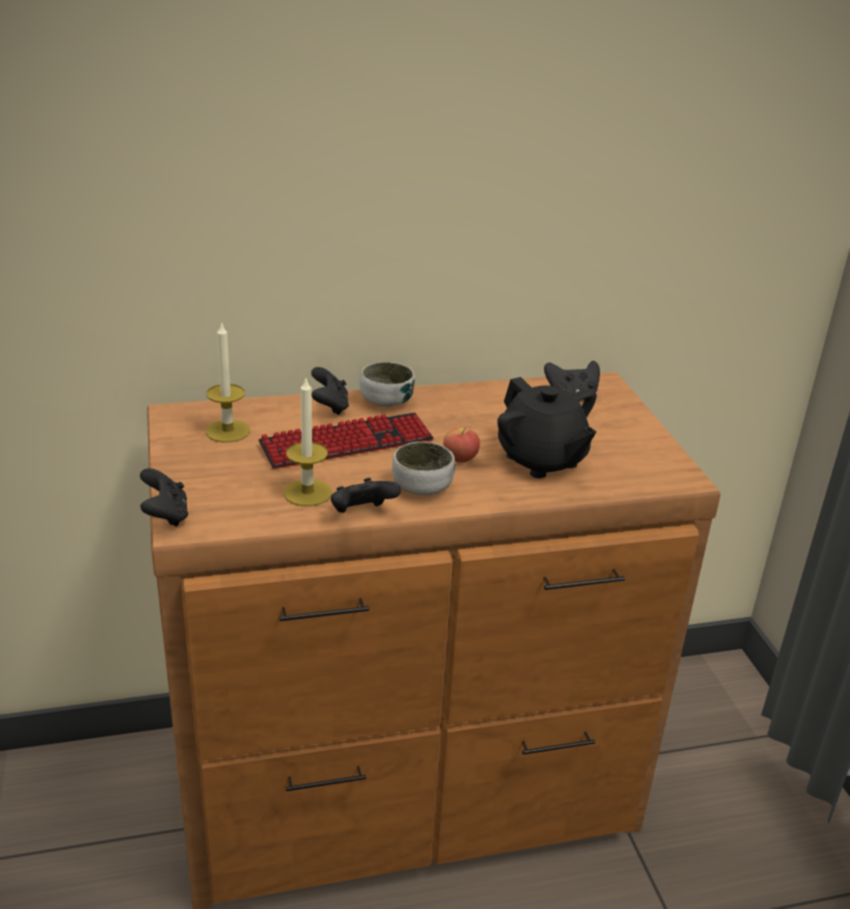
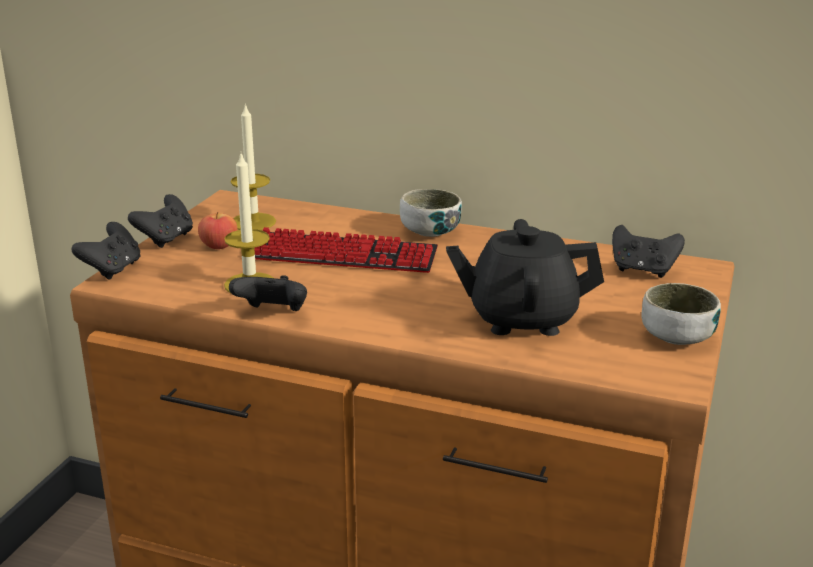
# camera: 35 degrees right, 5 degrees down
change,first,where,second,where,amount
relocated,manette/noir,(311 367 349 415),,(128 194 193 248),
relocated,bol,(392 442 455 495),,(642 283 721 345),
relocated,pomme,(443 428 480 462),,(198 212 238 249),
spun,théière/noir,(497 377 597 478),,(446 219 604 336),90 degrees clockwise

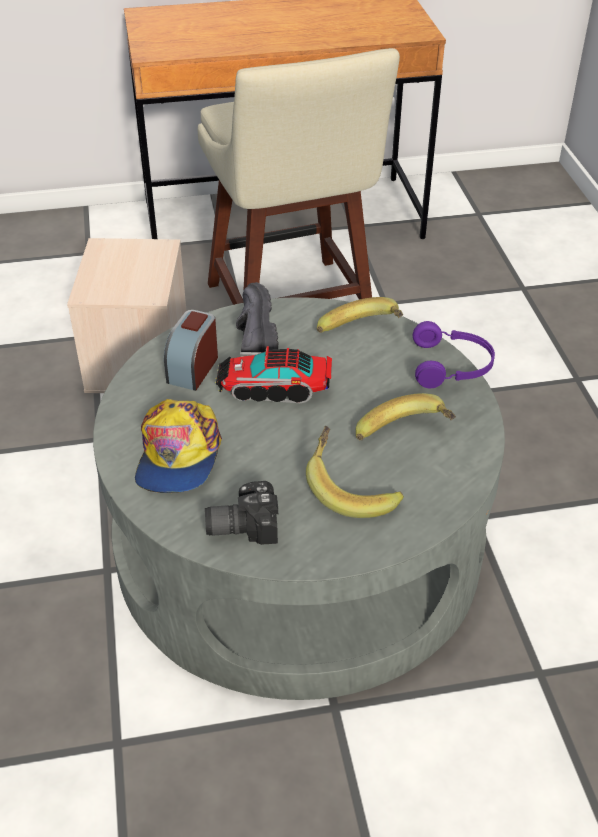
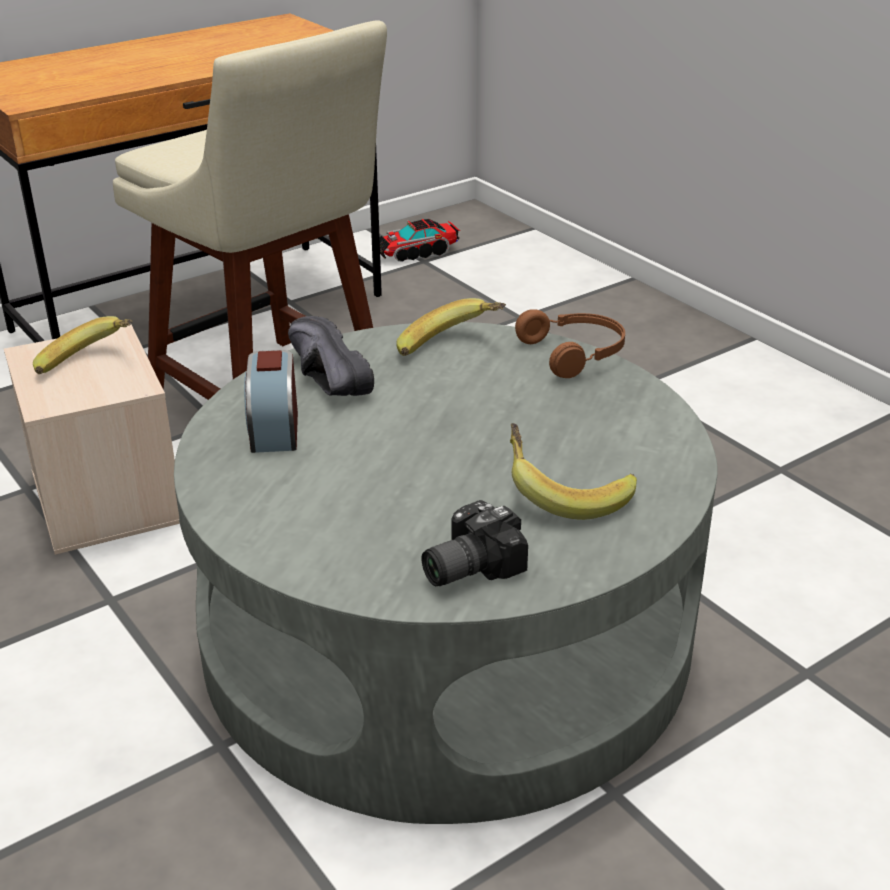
# camera: 25 degrees left, 10 degrees down
change,first,where,second,where,amount
missing,casquette,(135 399 222 493),,,
relocated,camion jouet,(215 346 332 403),,(380 219 460 262),
relocated,banane,(356 393 456 440),,(33 316 133 374),
colour,casque audio/violet,(413 321 495 388),casque audio/marron,(515 309 625 378),

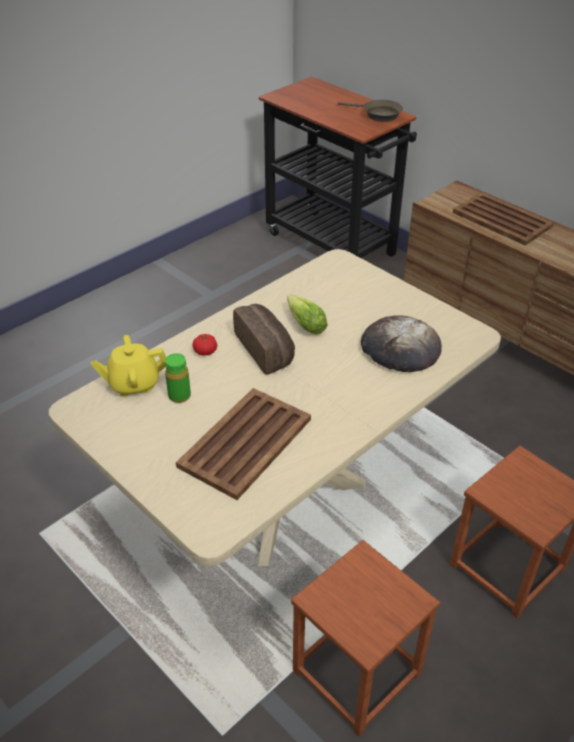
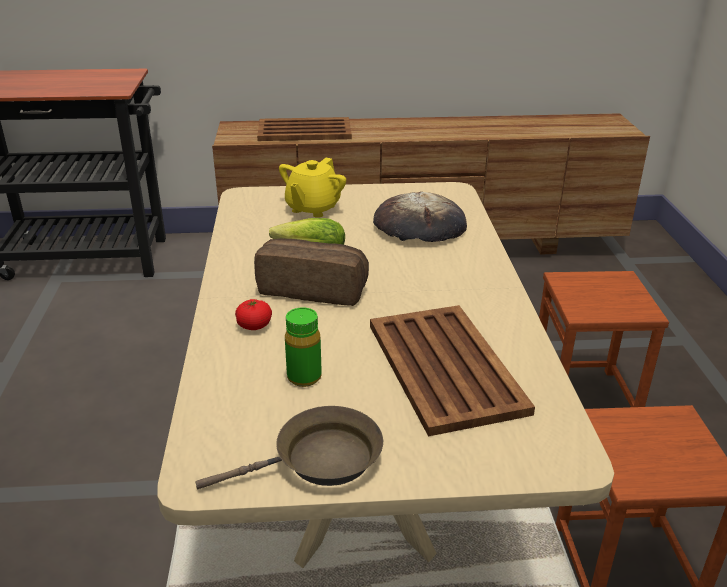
# camera: 50 degrees left, 10 degrees down
change,first,where,second,where,amount
relocated,théière/jaune,(91 335 166 397),,(279 158 346 218),
relocated,poêle/marron,(338 100 403 122),,(195 406 383 489),

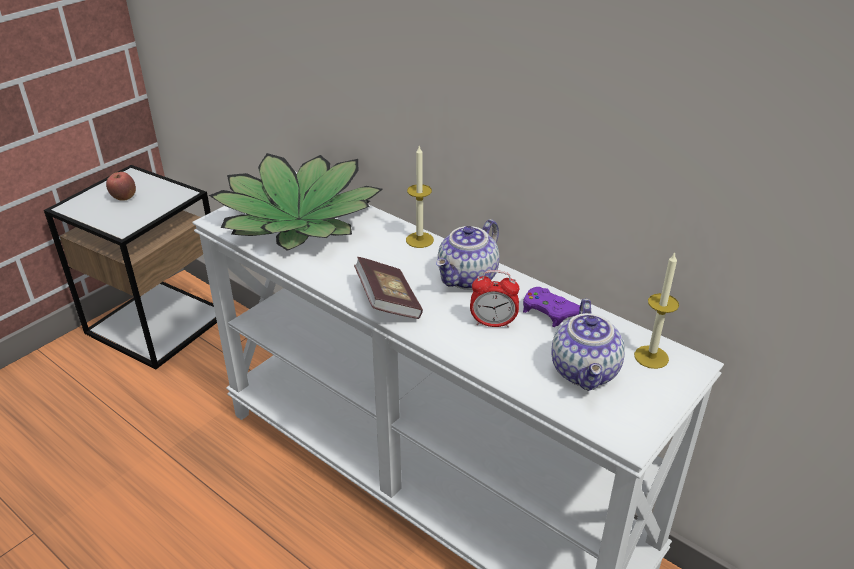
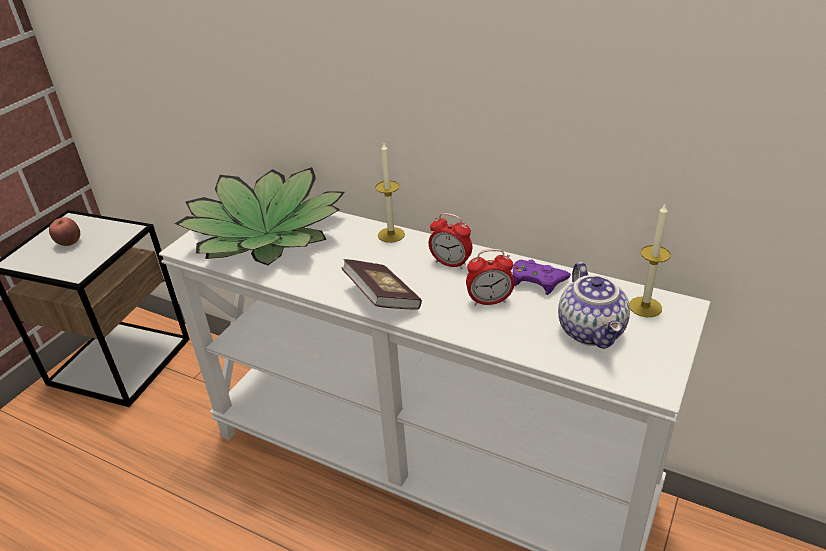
# camera: 10 degrees left, 0 degrees up
change,first,where,second,where,amount
exchanged,théière,(436 219 499 290),réveil,(429 213 472 269),

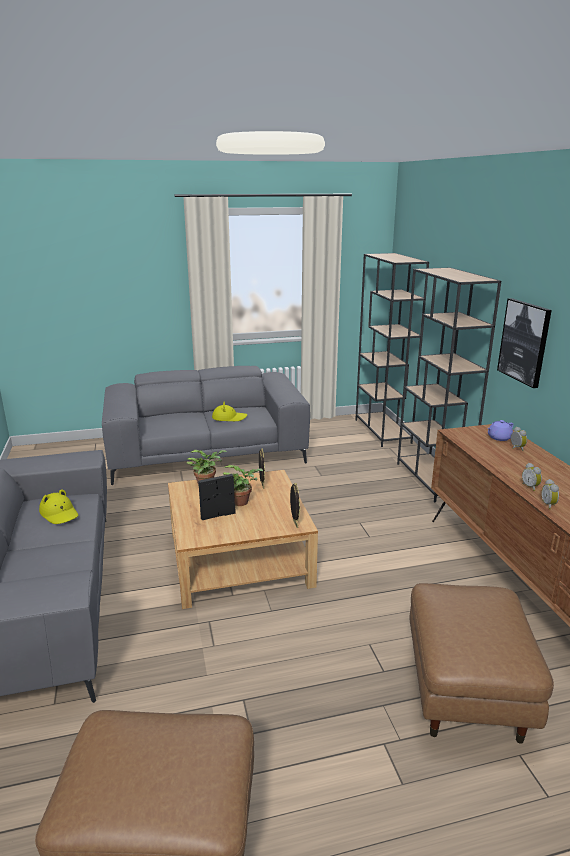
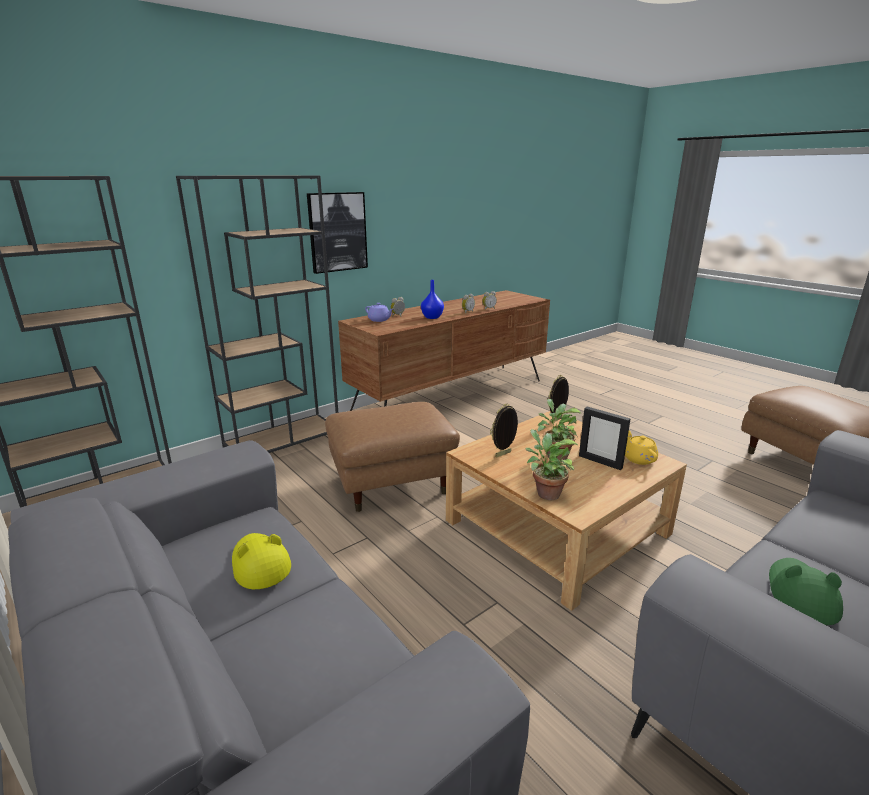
# camera: 115 degrees left, 0 degrees up
change,first,where,second,where,amount
appeared,,,vase/bleu,(421 280 444 319),
appeared,,,théière/jaune,(625 430 658 465),
relocated,pouf/marron,(410 583 554 744),,(325 402 460 512),
colour,chapeau/jaune,(39 489 78 524),chapeau/vert,(769 558 843 625),

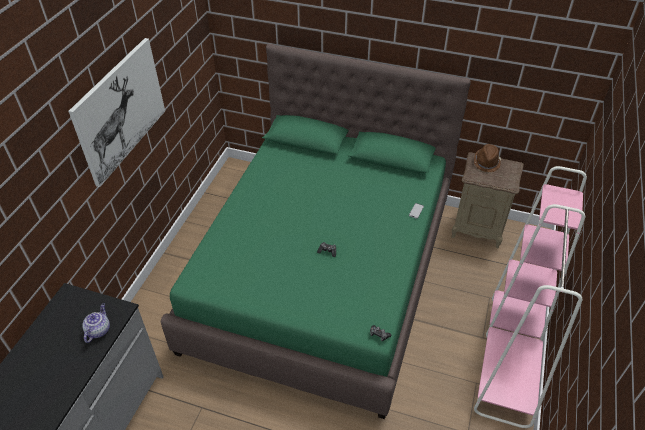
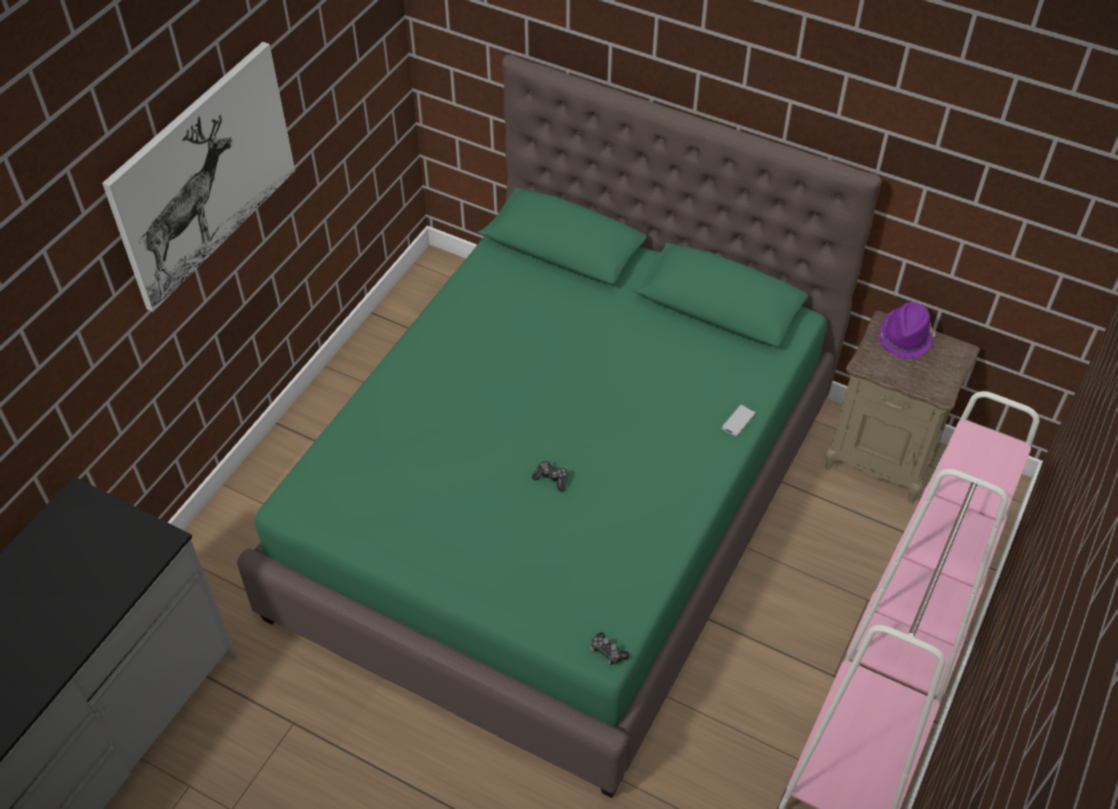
# camera: 10 degrees right, 5 degrees up
change,first,where,second,where,amount
missing,théière,(82 303 110 343),,,
colour,chapeau/marron,(474 144 501 172),chapeau/violet,(879 302 936 359),

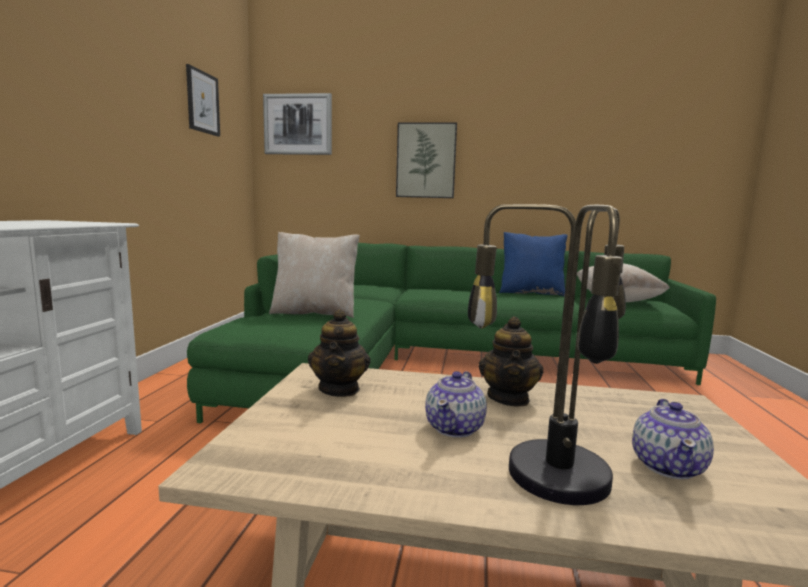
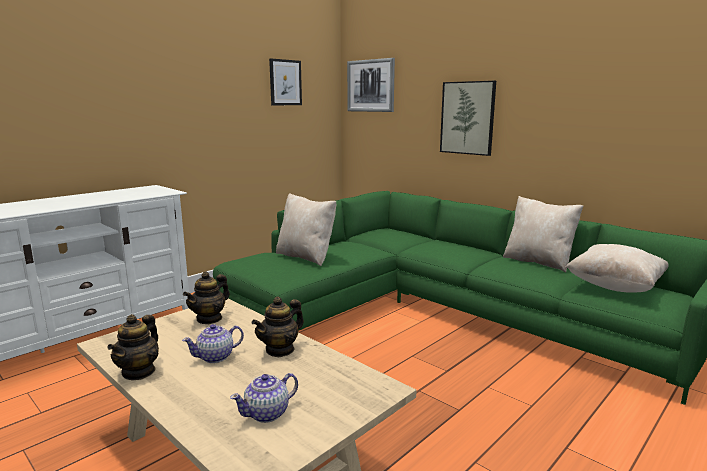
# camera: 35 degrees right, 5 degrees up
change,first,where,second,where,amount
missing,lampe de table,(468 204 626 505),,,
appeared,,,théière,(108 314 159 380),
colour,coussin/bleu,(499 232 568 297),coussin/beige,(503 196 583 273),

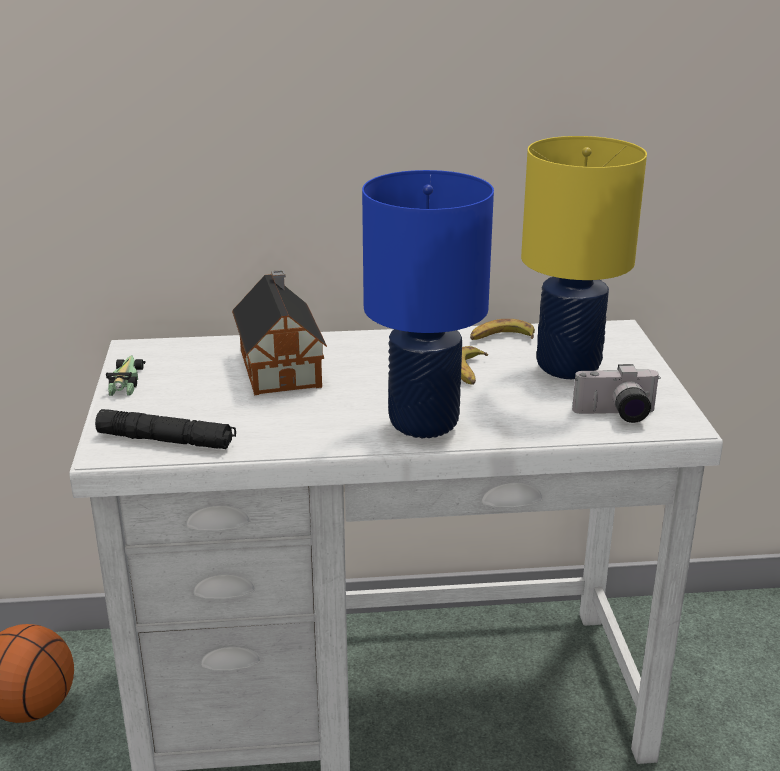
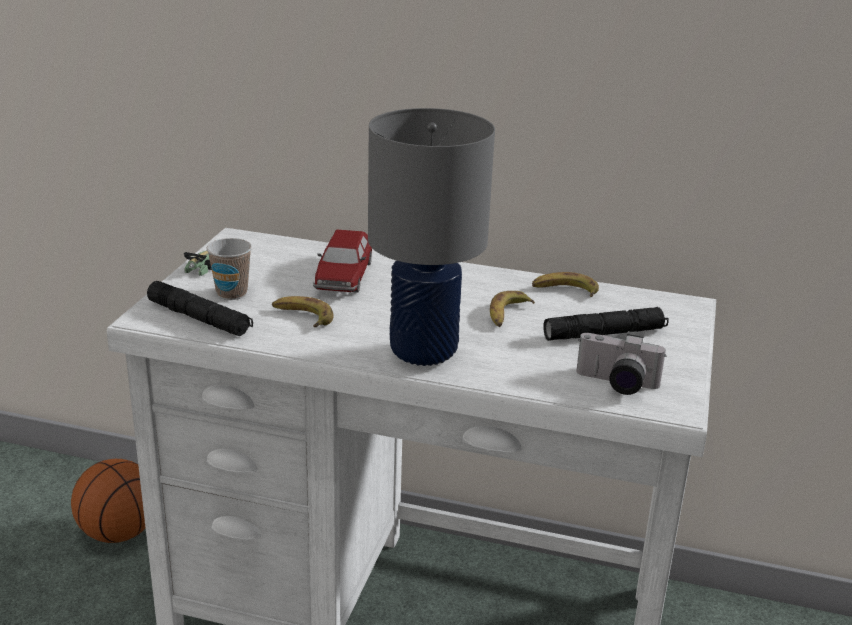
# camera: 20 degrees right, 0 degrees up
change,first,where,second,where,amount
appeared,,,tasse,(206 238 252 300),
appeared,,,banane,(272 296 333 327),
exchanged,maison miniature,(232 270 327 395),petite voiture,(313 229 372 293),
exchanged,lampe de table/jaune,(521 136 647 379),lampe de poche/noir,(543 307 669 341),
colour,lampe de table/bleu,(362 170 494 438),lampe de table/gris,(368 108 495 366),

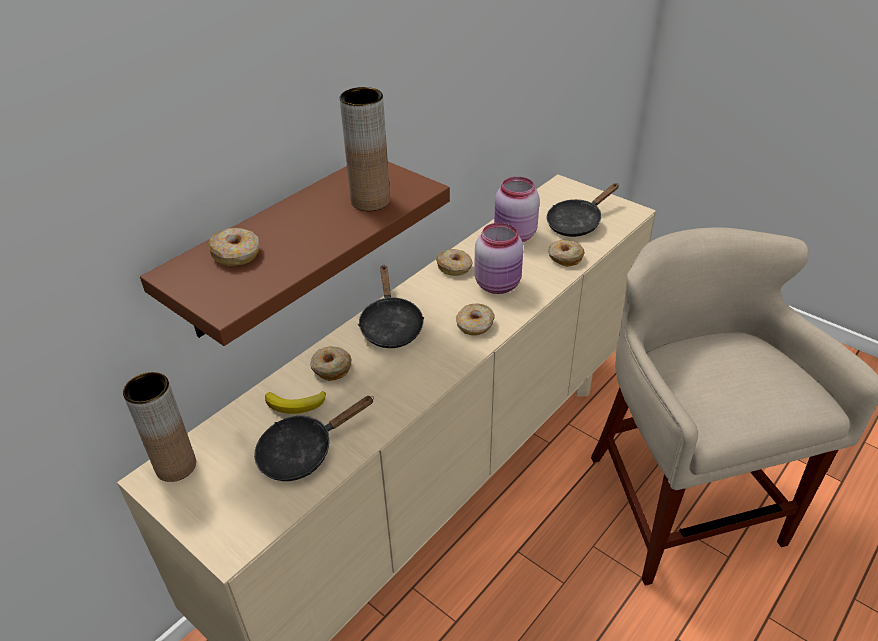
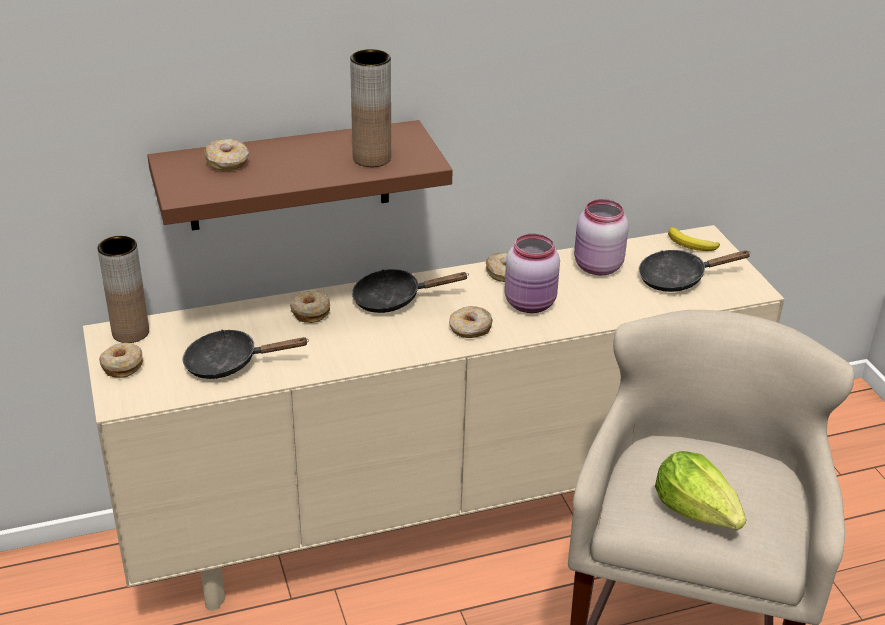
# camera: 30 degrees right, 5 degrees down
change,first,where,second,where,amount
appeared,,,laitue,(655 451 747 530),
relocated,banane,(265 391 326 414),,(668 227 720 251),
relocated,beignet,(548 240 585 267),,(99 343 143 378),
spun,poêle/noir,(358 266 424 348),,(352 269 469 313),60 degrees clockwise

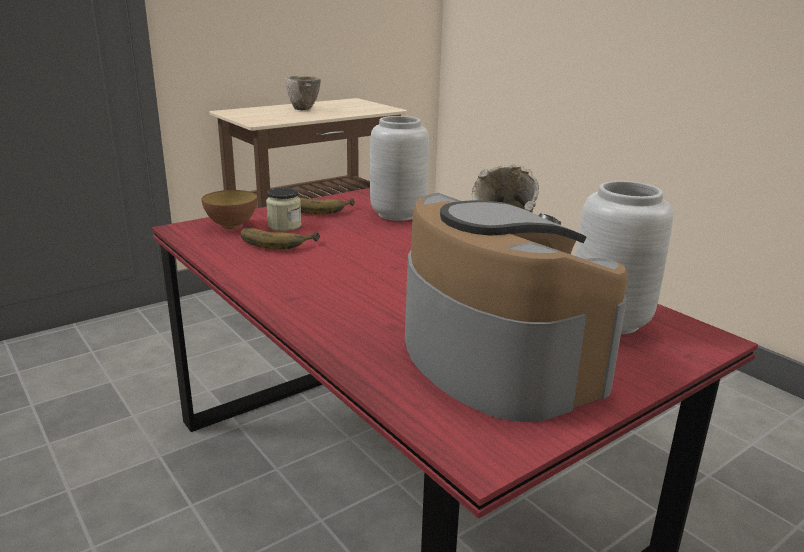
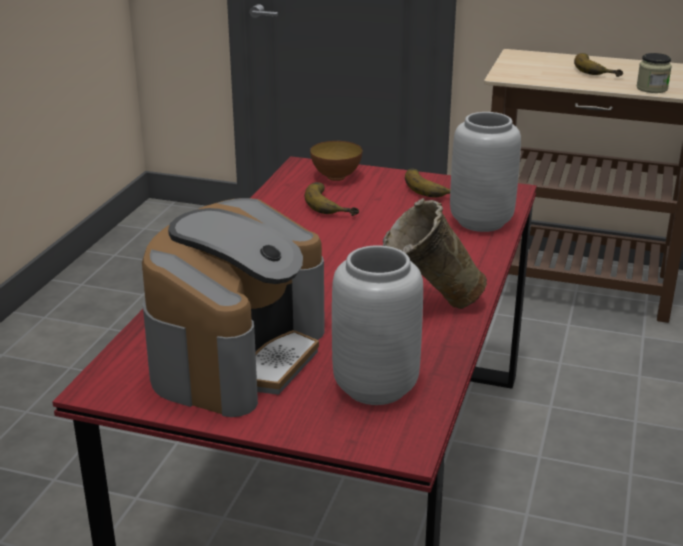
# camera: 55 degrees right, 5 degrees up
change,first,where,second,where,amount
relocated,bocal,(266 187 302 231),,(636 53 672 93),
exchanged,bol,(285 76 321 110),banane,(574 53 623 77),

